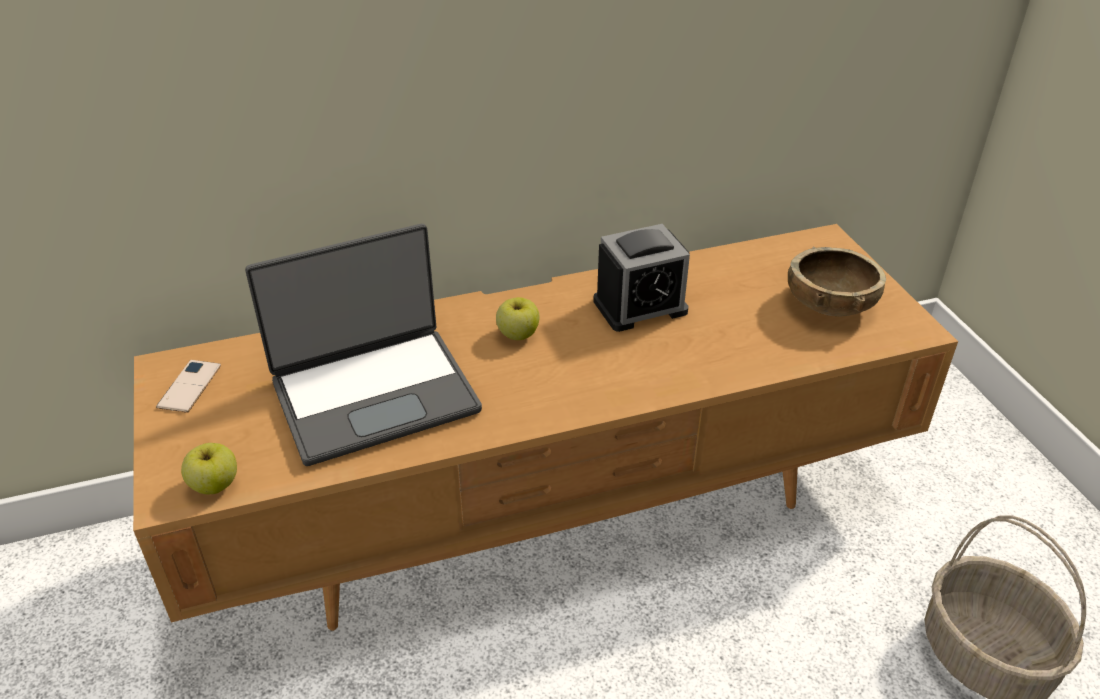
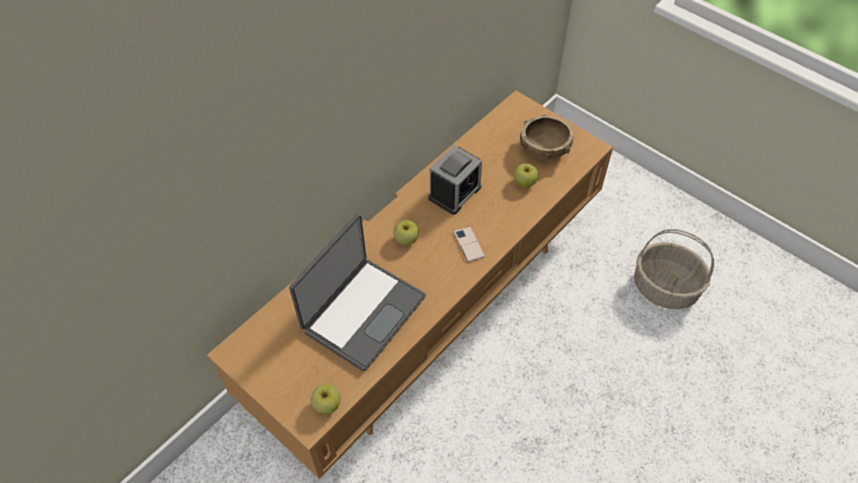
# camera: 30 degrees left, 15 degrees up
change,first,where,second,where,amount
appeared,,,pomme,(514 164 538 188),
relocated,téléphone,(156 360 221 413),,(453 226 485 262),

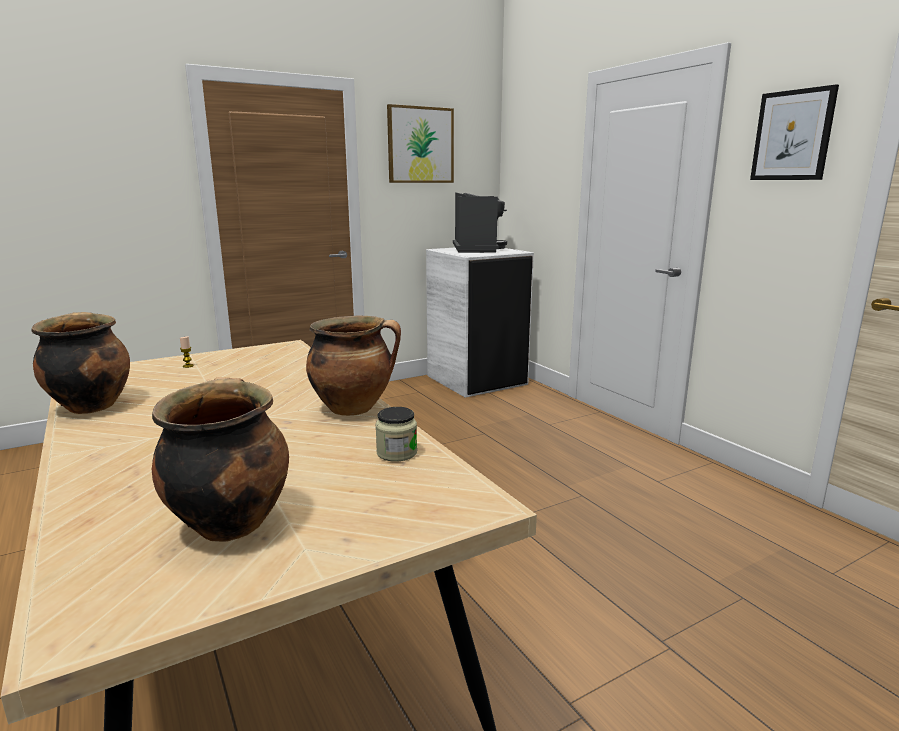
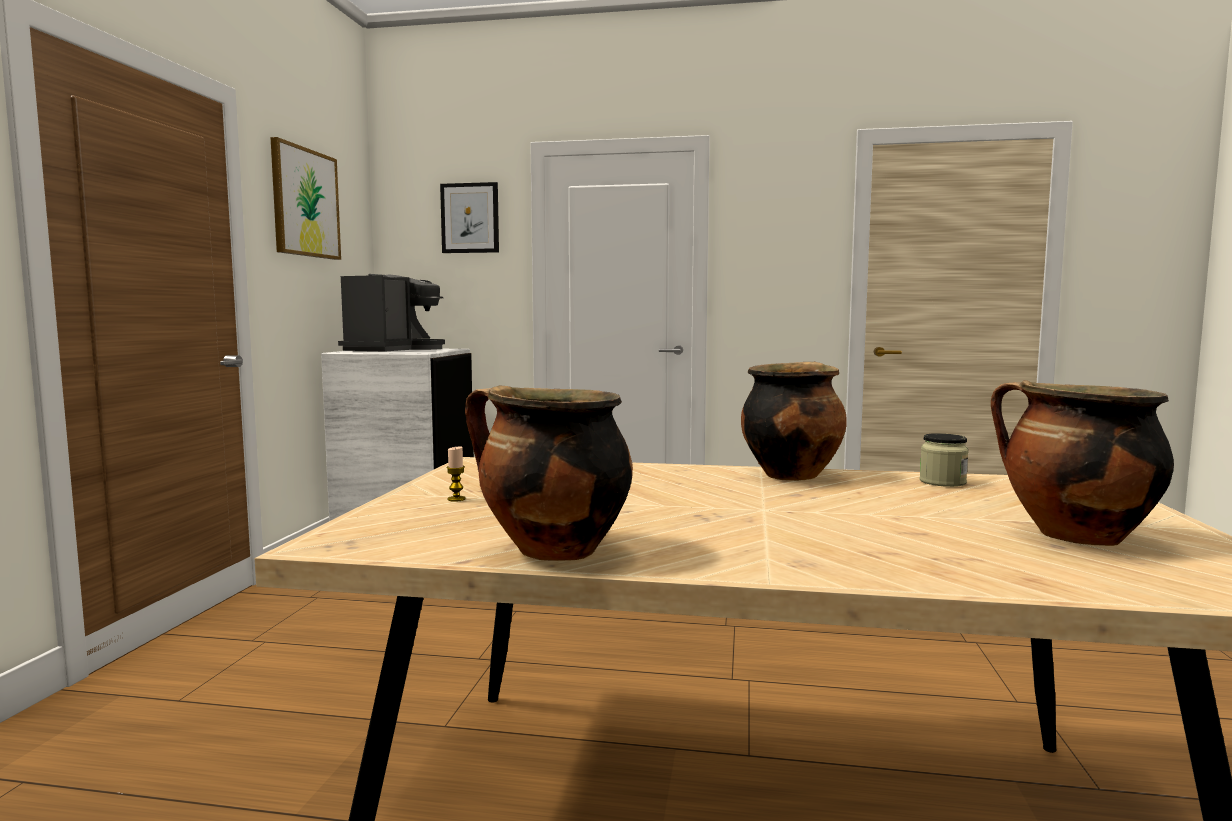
# camera: 50 degrees left, 10 degrees down
change,first,where,second,where,amount
relocated,tableau,(750 84 839 180),,(440 182 499 253),
spun,machine à café,(453 193 507 253),,(338 274 445 352),75 degrees clockwise

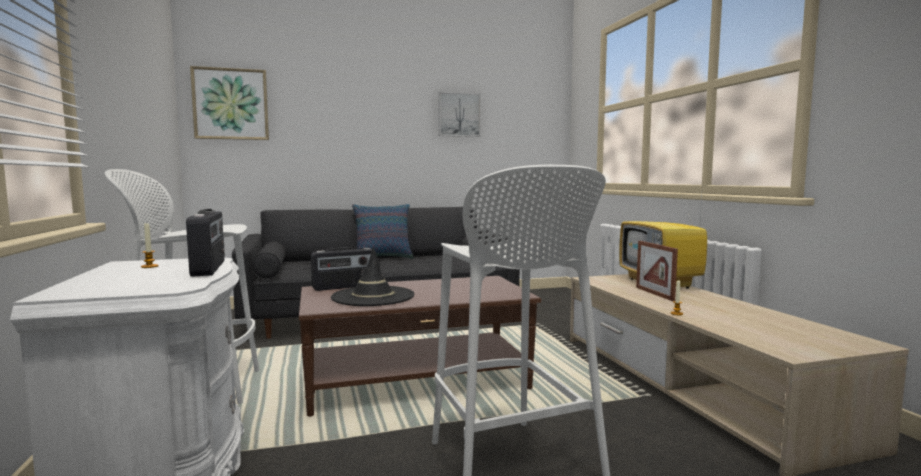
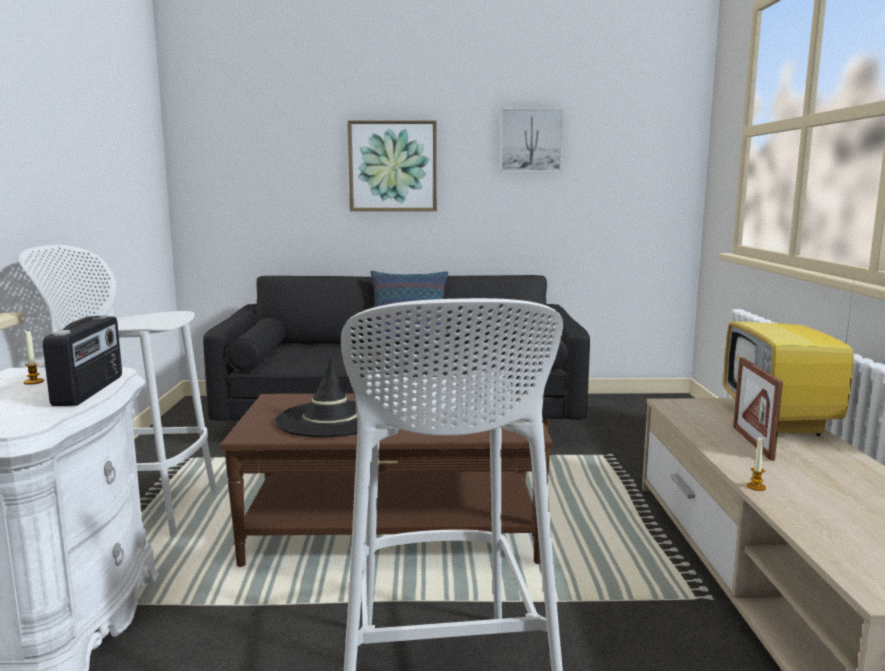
# camera: 15 degrees right, 5 degrees up
change,first,where,second,where,amount
missing,radio,(311 247 376 291),,,
relocated,tableau,(190 66 269 140),,(347 120 437 211),

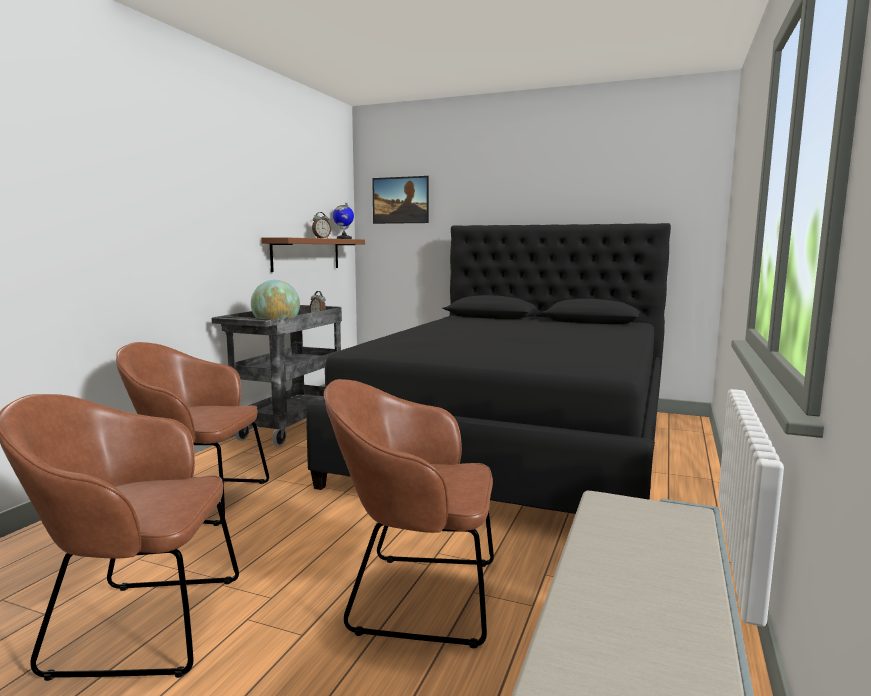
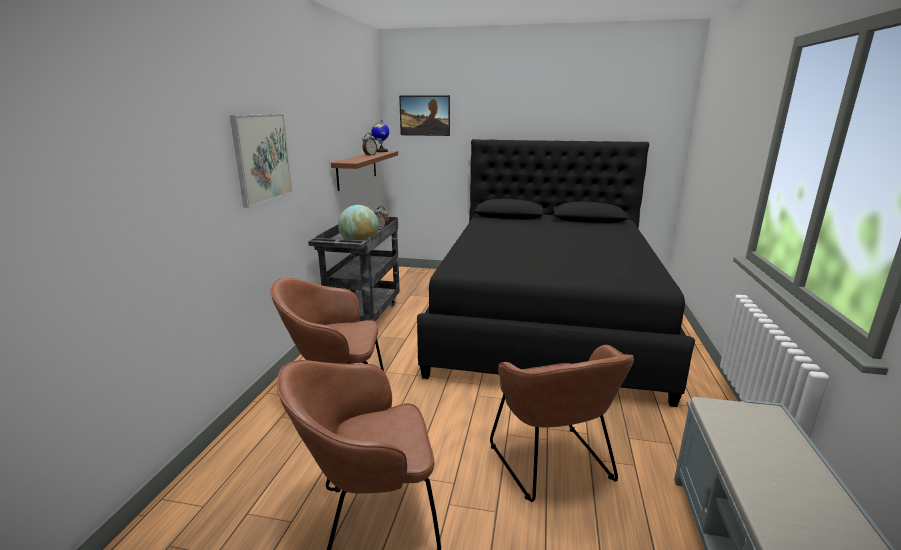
# camera: 10 degrees left, 10 degrees up
change,first,where,second,where,amount
appeared,,,tableau,(230 114 293 208),
spun,fauteuil/marron,(324 379 494 648),,(490 345 634 502),105 degrees counterclockwise

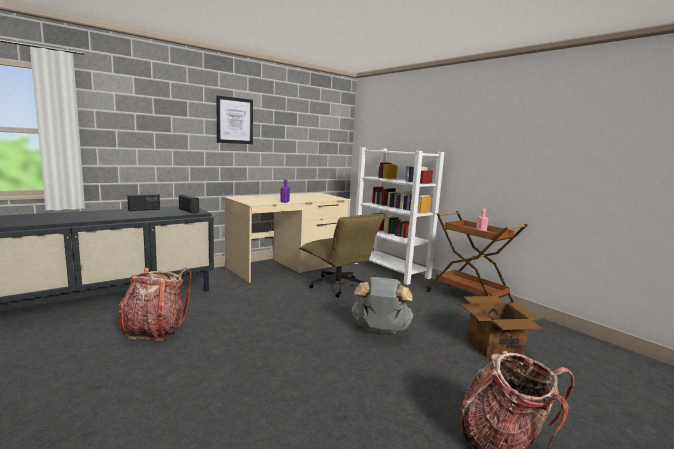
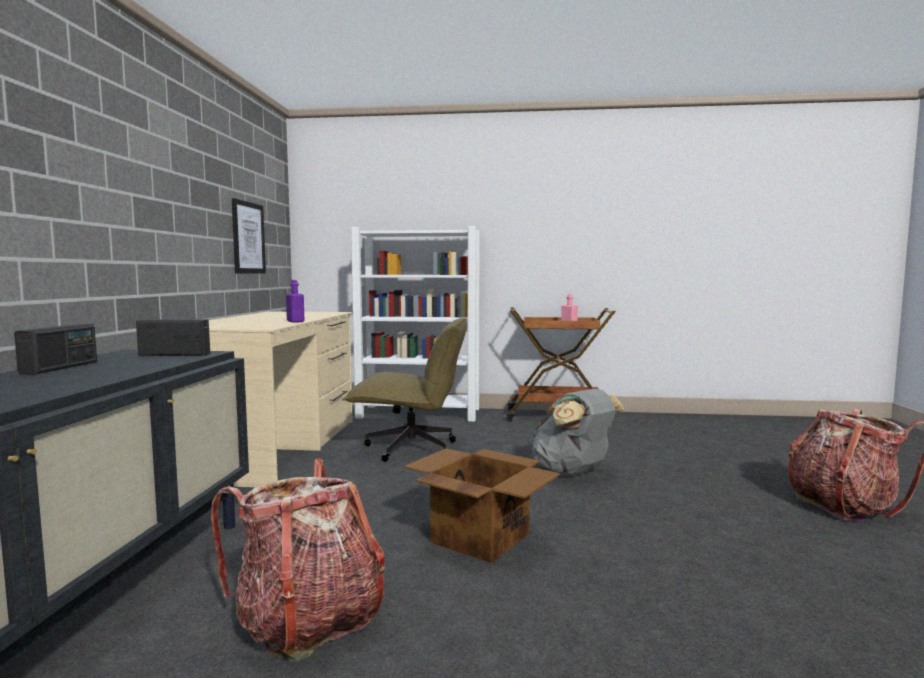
# camera: 45 degrees left, 5 degrees down
change,first,where,second,where,amount
relocated,tableau,(216 96 253 144),,(232 198 266 274),
relocated,carton,(460 296 542 358),,(404 449 560 563),

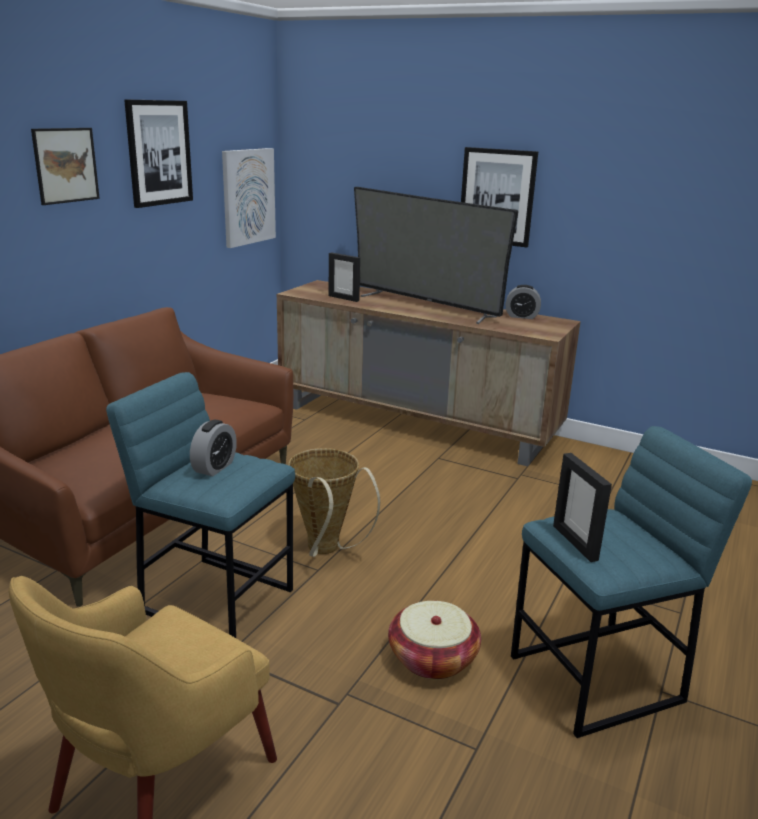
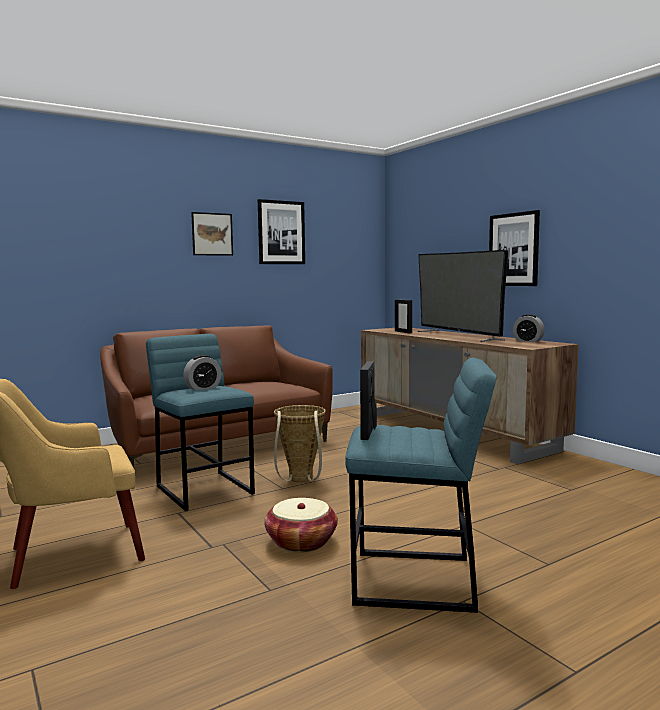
# camera: 30 degrees right, 15 degrees down
change,first,where,second,where,amount
missing,tableau,(222 148 276 248),,,

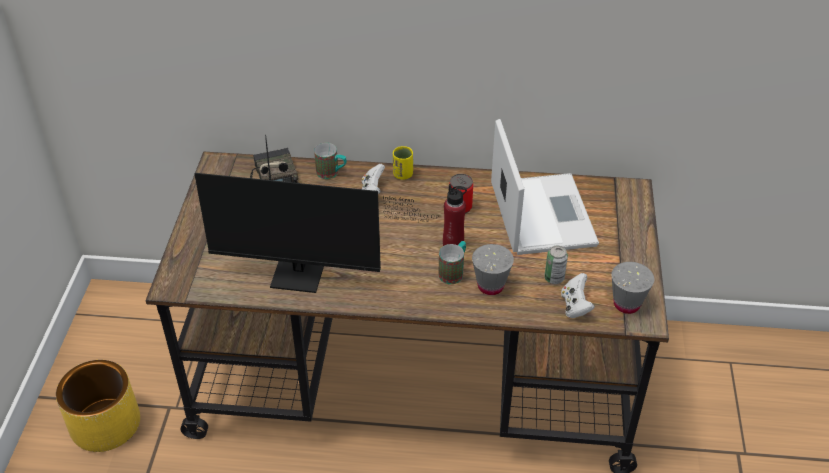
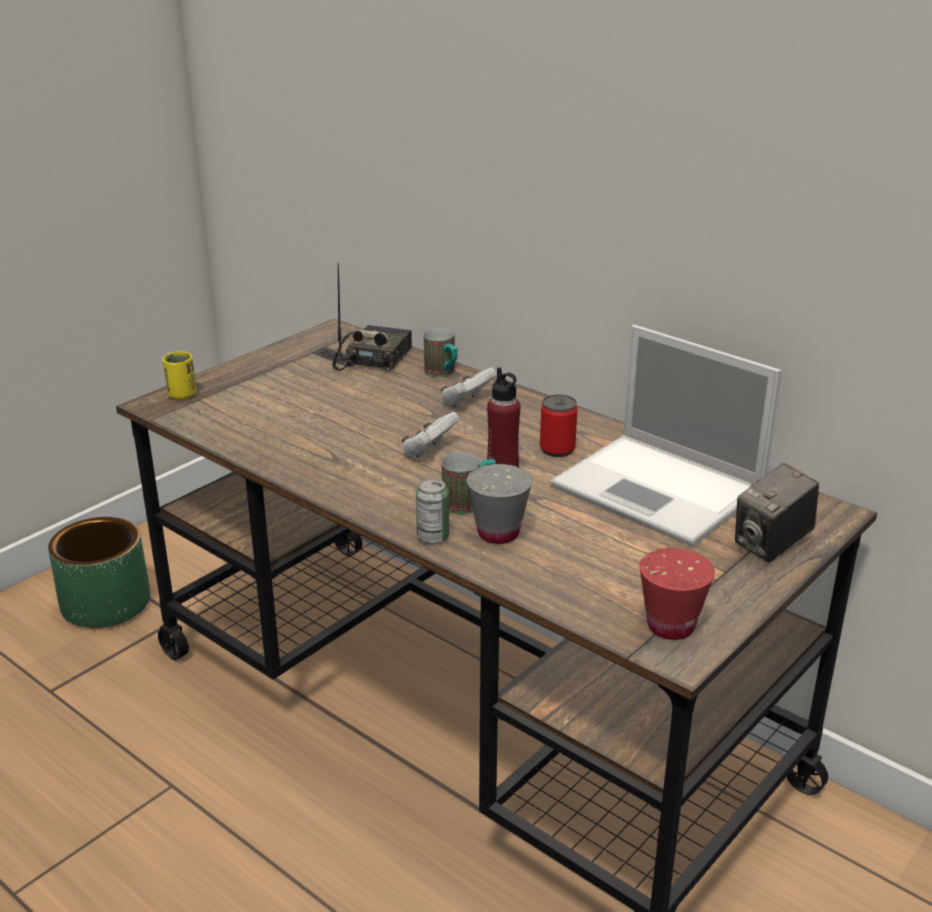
# camera: 35 degrees right, 15 degrees down
change,first,where,second,where,amount
missing,écran d'ordinateur,(194 173 439 293),,,
appeared,,,appareil photo,(735 463 819 562),
relocated,tasse/jaune,(393 146 413 180),,(163 351 197 400),
relocated,boîte métallique,(544 246 568 284),,(416 478 449 544),
relocated,manette/blanc,(561 273 595 318),,(402 412 459 457),
colour,cache-pot/jaune,(56 360 140 452),cache-pot/vert,(48 517 151 628),
colour,tasse/gris,(611 262 654 314),tasse/rouge,(639 548 715 640),
spun,ordinateur portable,(491 119 599 255),,(550 325 782 546),105 degrees clockwise

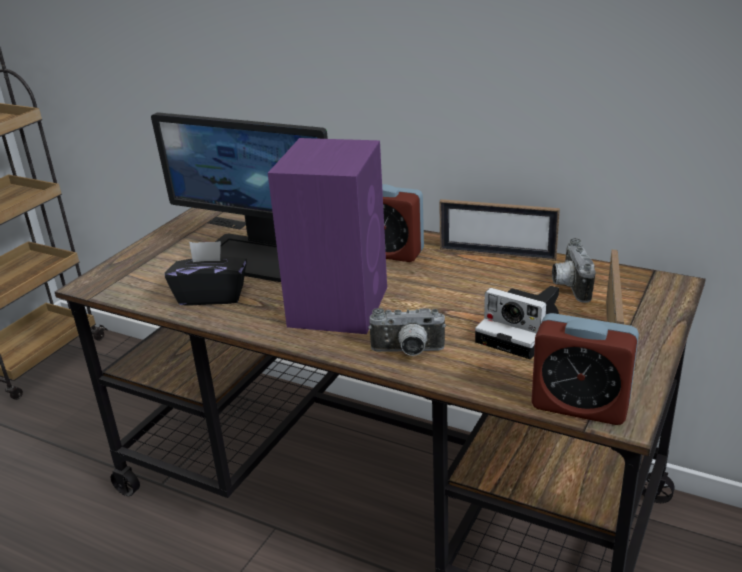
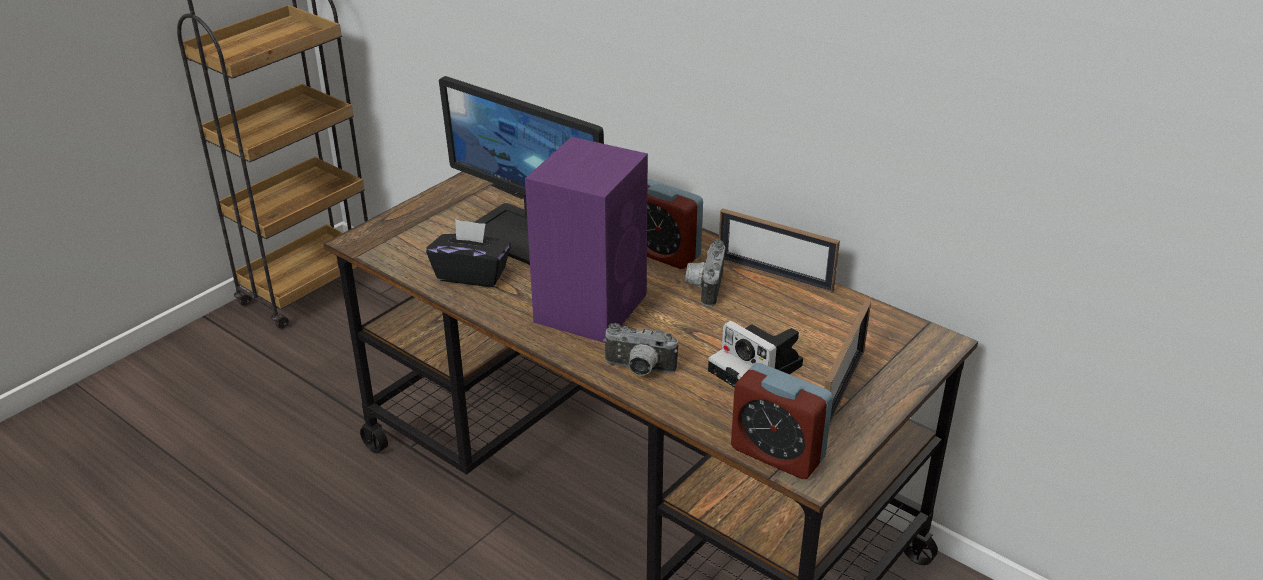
# camera: 10 degrees right, 5 degrees up
change,first,where,second,where,amount
relocated,appareil photo,(552 238 596 303),,(685 240 725 307),

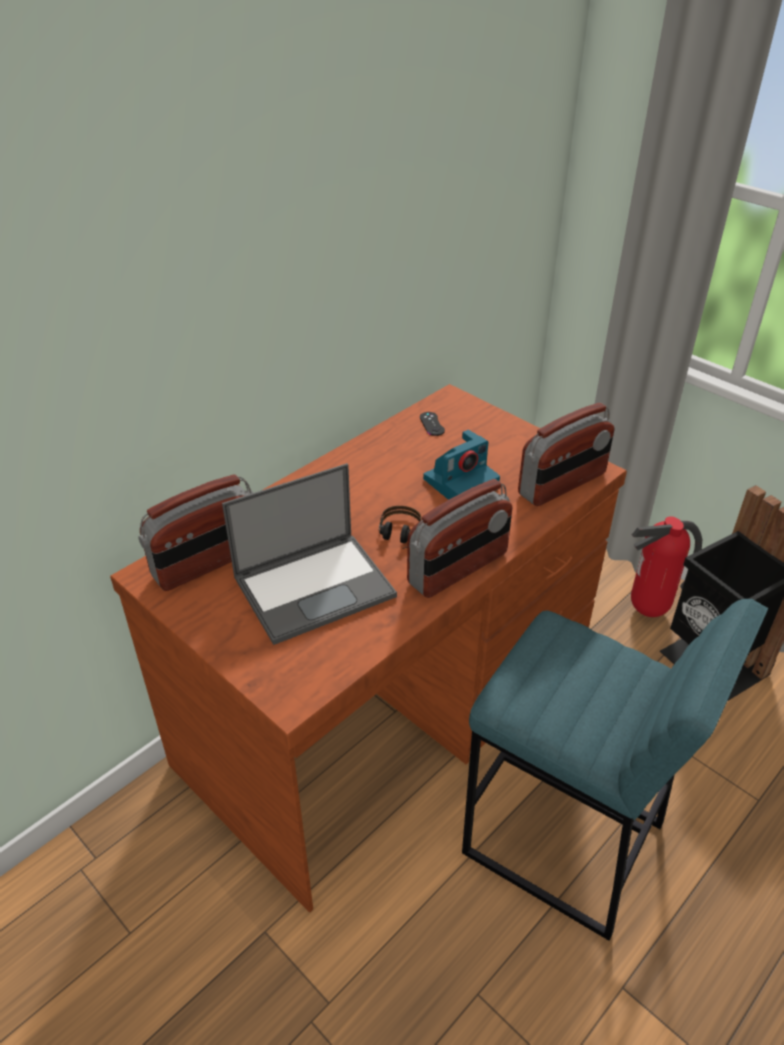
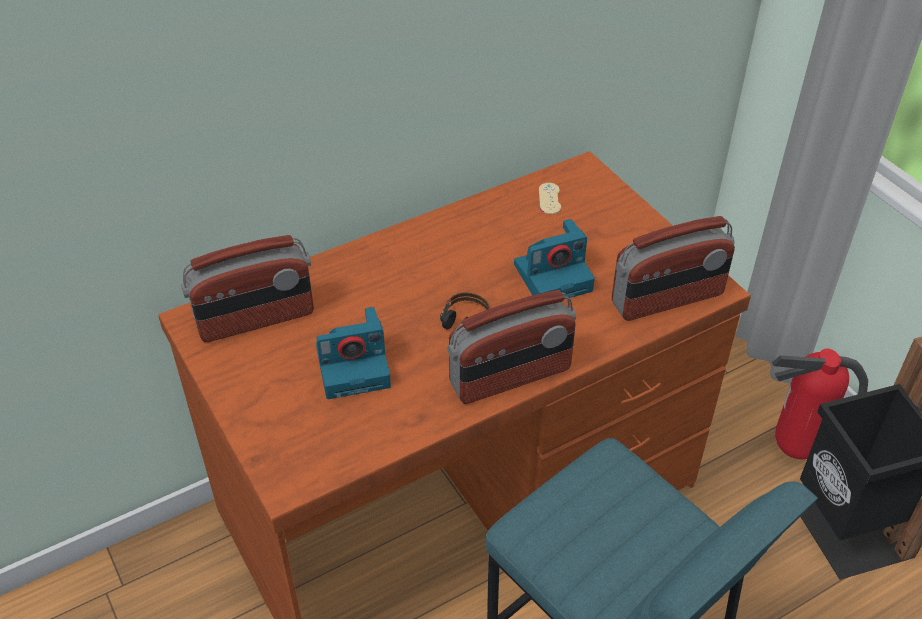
# camera: 15 degrees right, 5 degrees up
change,first,where,second,where,amount
exchanged,ordinateur portable,(222 463 397 645),appareil photo,(316 307 391 399),
colour,manette/noir,(420 412 445 436),manette/beige,(539 183 561 214),

